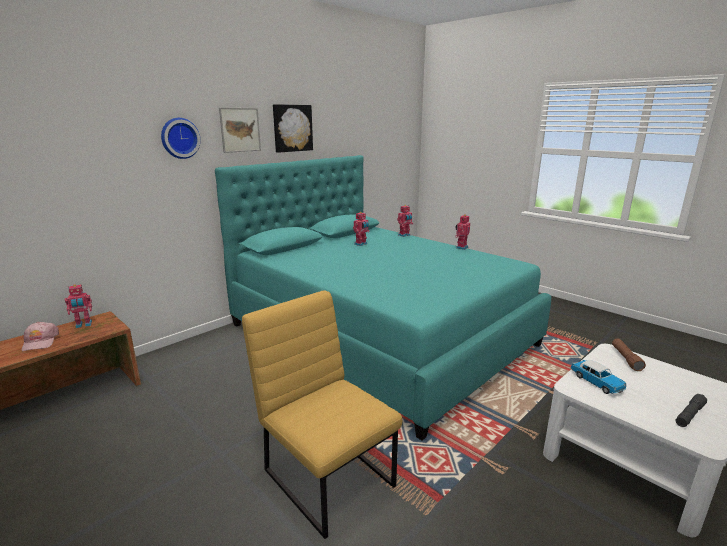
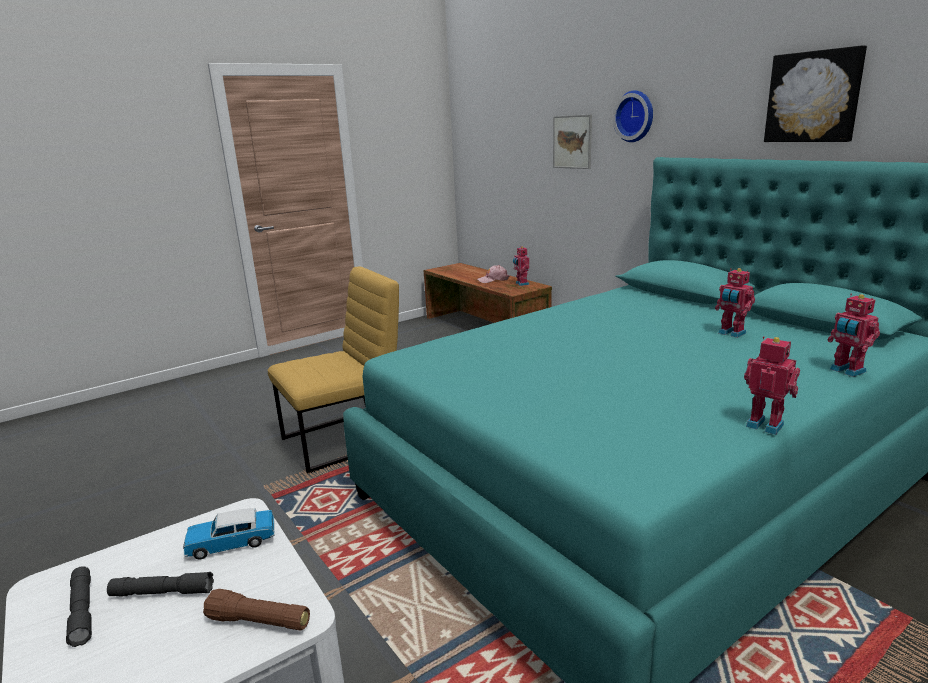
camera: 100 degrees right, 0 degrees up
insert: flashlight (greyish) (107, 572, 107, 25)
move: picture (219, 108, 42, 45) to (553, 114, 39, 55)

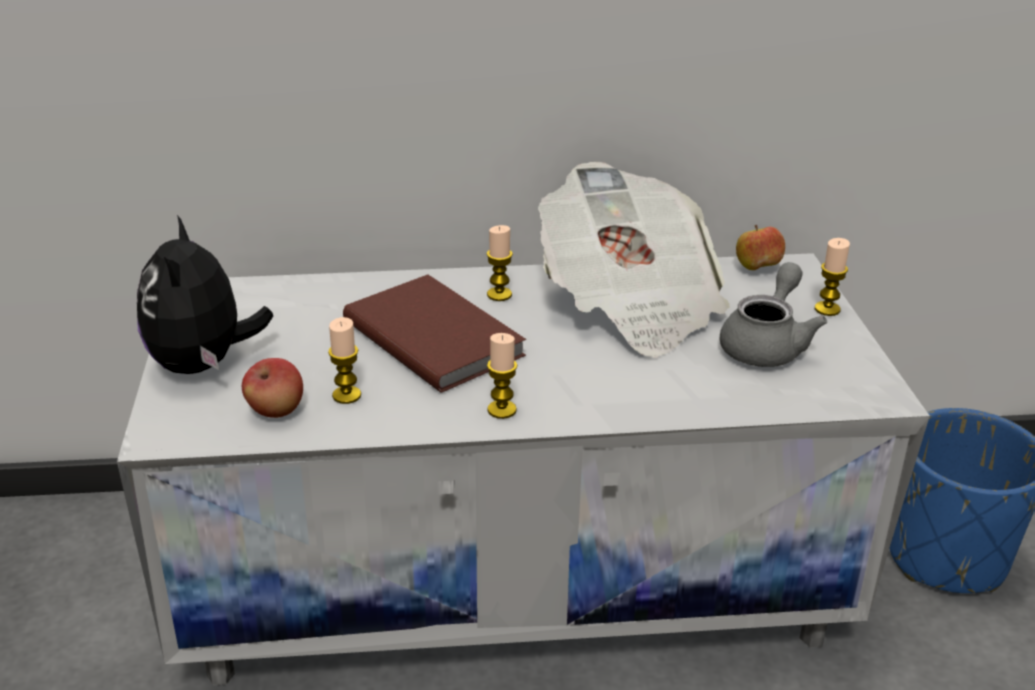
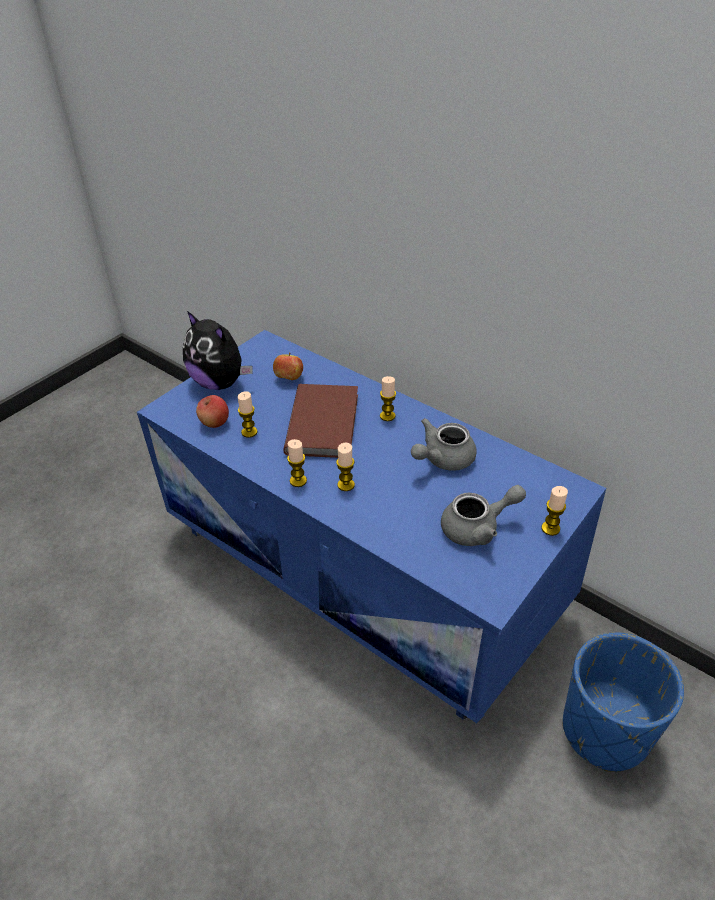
camera: 45 degrees right, 10 degrees up
insert: wax candle (336, 443, 19, 48)
move: whole apple (736, 225, 49, 45) to (273, 352, 30, 28)
replace: daily paper (538, 162, 192, 196) to tea pot (greyish) (411, 418, 66, 53)
recolor: media console (whitish) (117, 253, 813, 432) to media console (blue-coloured) (137, 330, 469, 393)
rotate: soft toy (137, 215, 136, 159) = (183, 311, 69, 79) 90 degrees counterclockwise

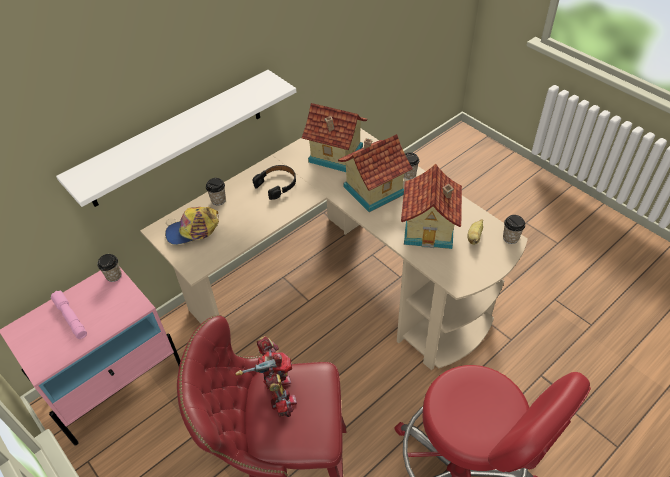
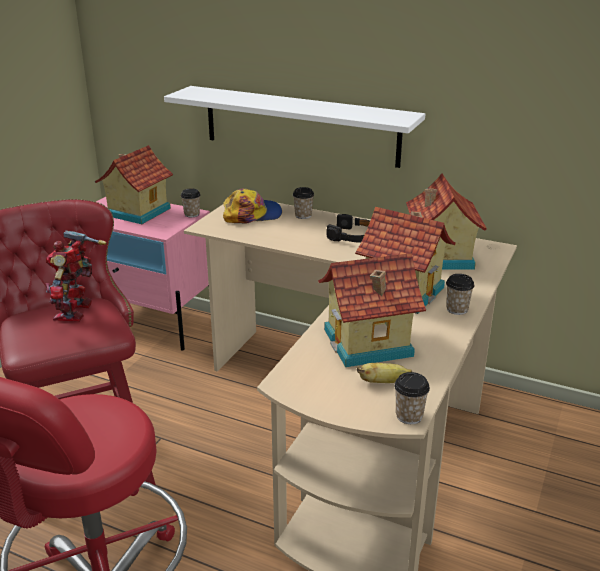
camera: 65 degrees right, 20 degrees down
replace: flashlight (pink) (51, 291, 36, 48) to model house (95, 145, 78, 79)
rotate: cap (165, 207, 54, 38) = (223, 188, 59, 36) 120 degrees clockwise; model robot (235, 336, 62, 81) = (46, 230, 61, 92) 135 degrees clockwise

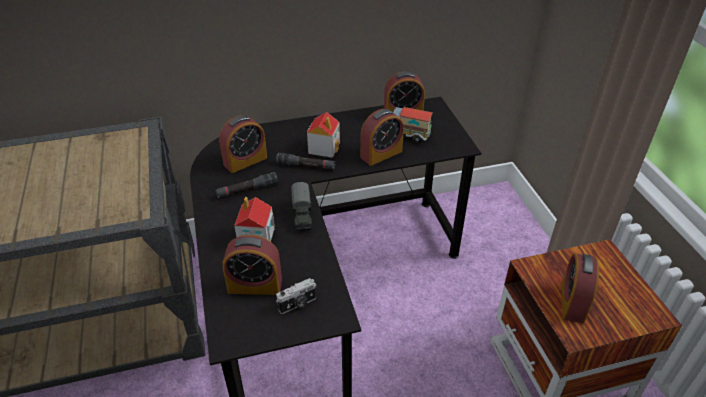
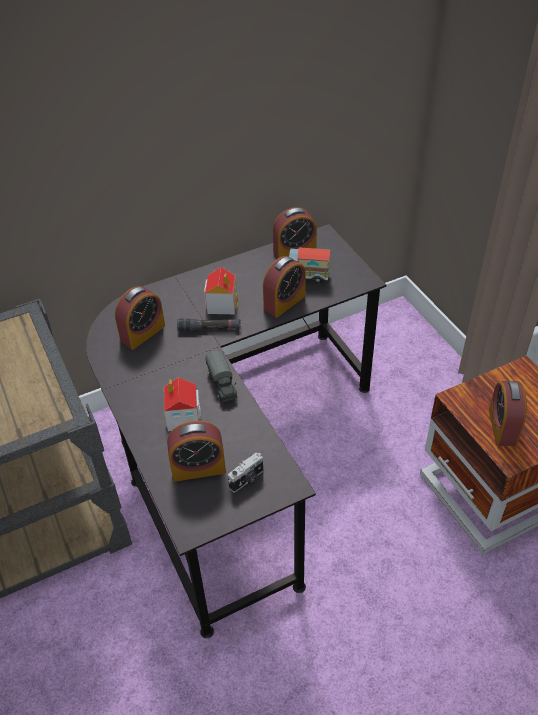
camera: 10 degrees left, 5 degrees up
delete: flashlight (blackish) (215, 172, 63, 26)

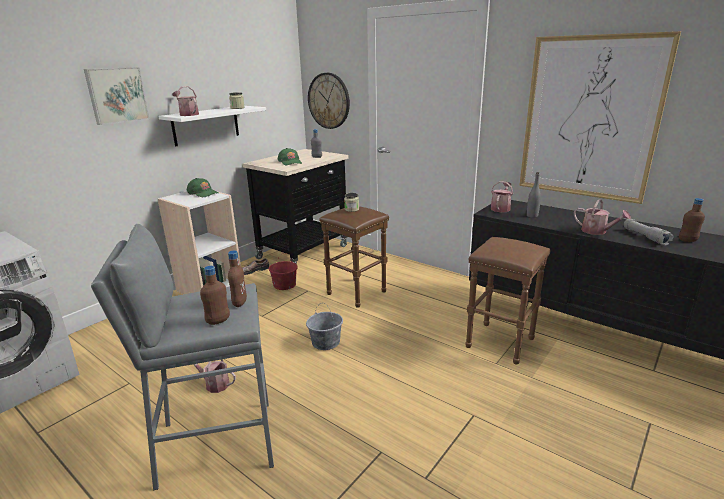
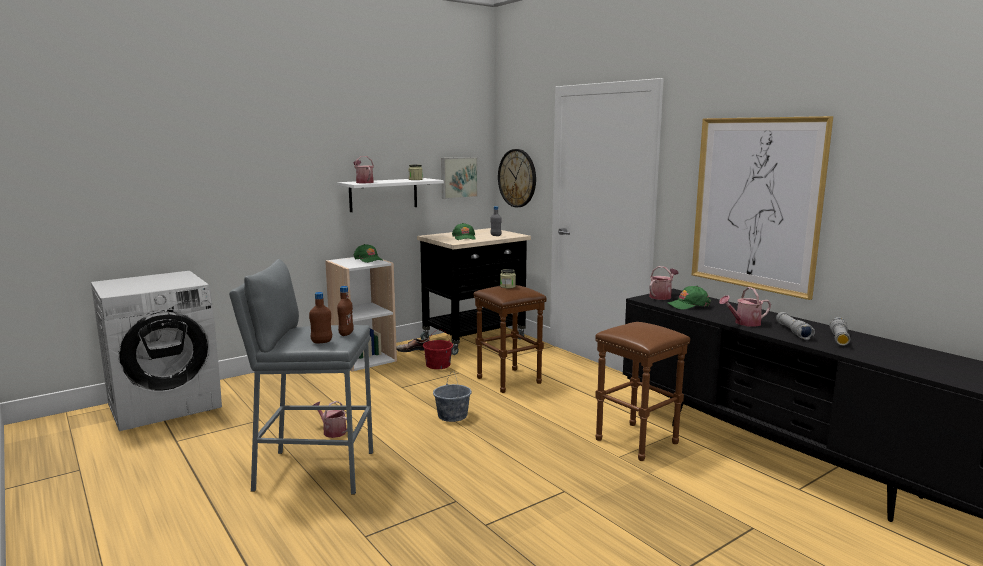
camera: 15 degrees right, 10 degrees down
move: picture (84, 67, 66, 58) to (441, 157, 37, 42)
replace: beverage bottle (greyish) (527, 172, 14, 46) to cap (greenish) (667, 286, 44, 24); beverage bottle (brownish) (679, 198, 26, 44) to flashlight (greyish) (830, 317, 20, 29)
rotate: watering pot (574, 199, 57, 36) = (719, 287, 52, 40) 105 degrees clockwise

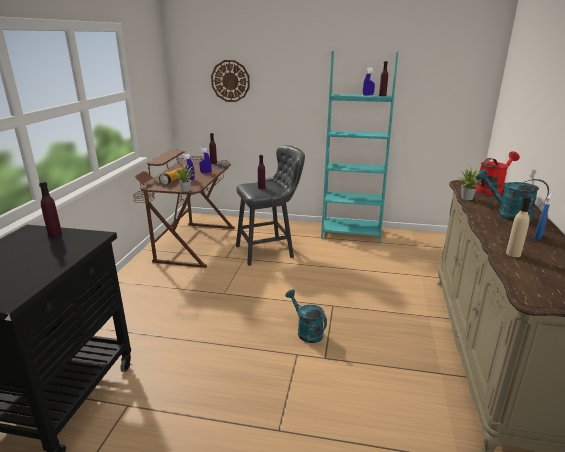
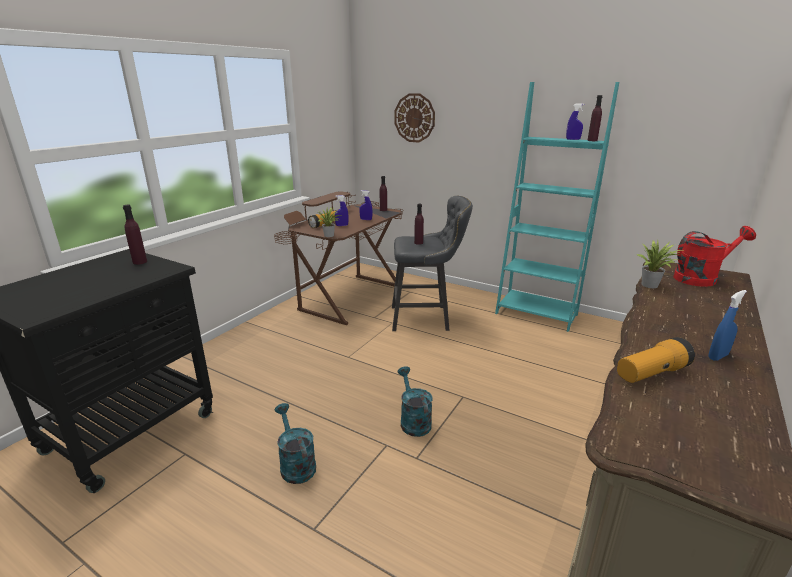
camera: 20 degrees right, 0 degrees up
move: watering pot (turquoise) (476, 169, 73, 53) to (274, 403, 42, 81)
replace: beverage bottle (sand-coloured) (506, 196, 25, 61) to flashlight (617, 337, 78, 46)

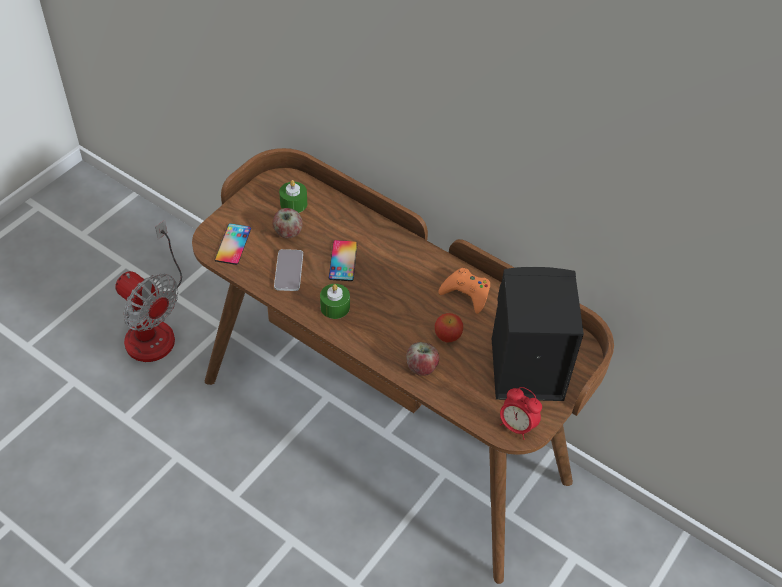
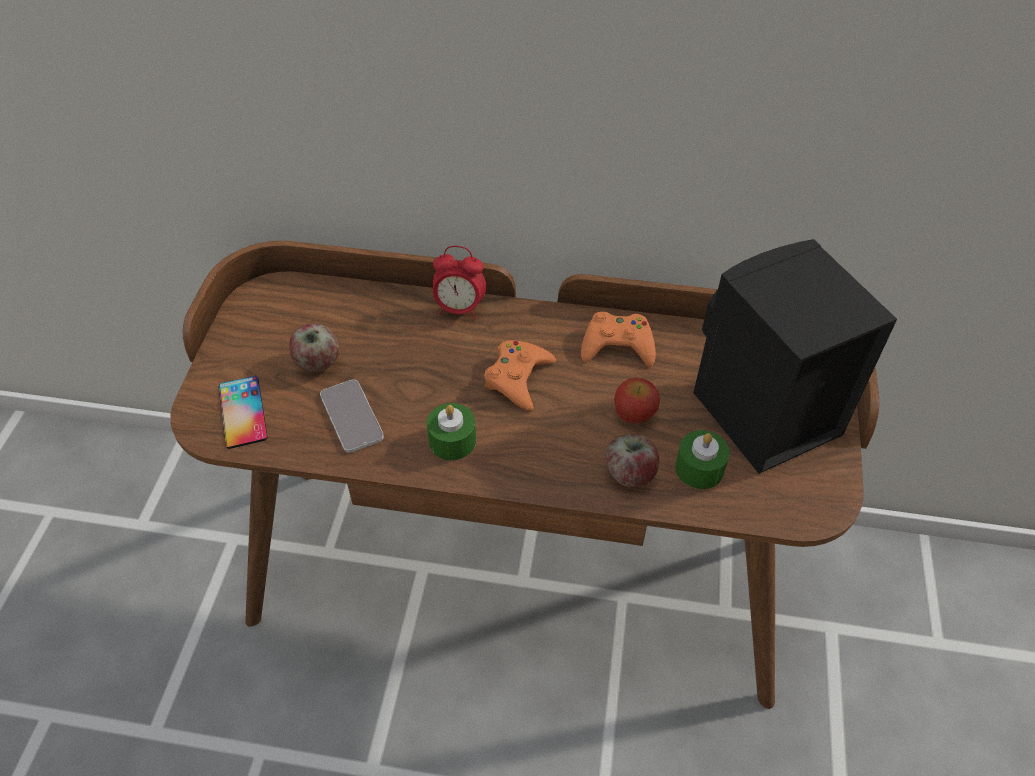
camera: 25 degrees left, 0 degrees up
delete: electric fan (115, 220, 67, 142); telephone (329, 240, 29, 41)
insert: gamepad (orangey) (484, 340, 72, 71)
move: wax candle (greenish) (279, 180, 28, 33) to (675, 430, 55, 59); table clock (500, 387, 42, 53) to (433, 246, 53, 73)

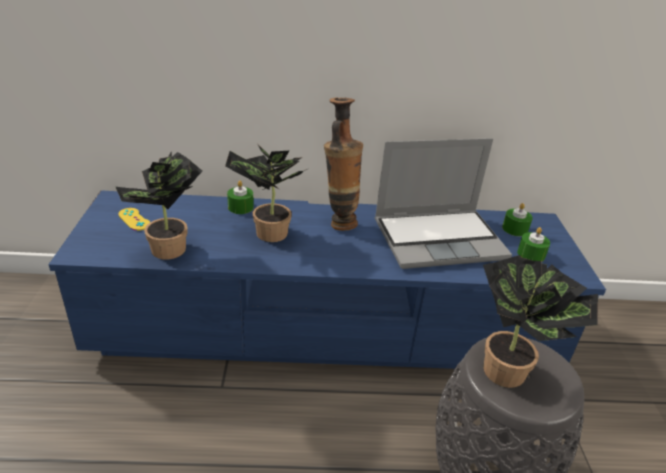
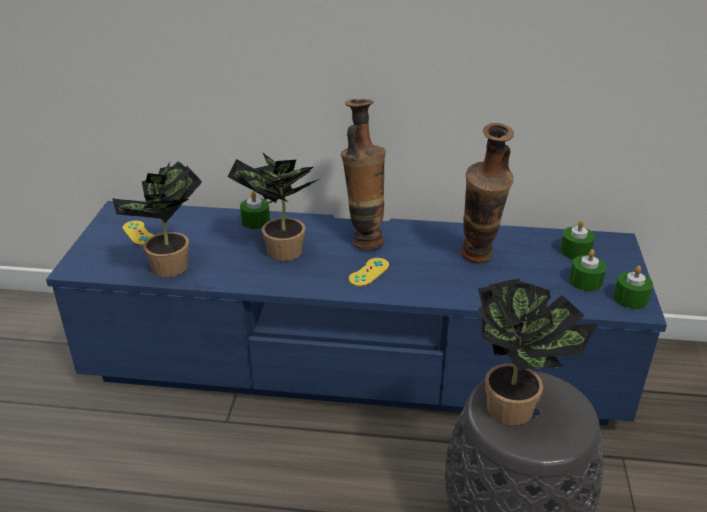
camera: 10 degrees right, 0 degrees up
insert: gamepad (yellow) (349, 258, 40, 29); wax candle (greenish) (614, 266, 39, 43)
replace: notebook computer (375, 138, 137, 131) to vase (461, 123, 53, 140)

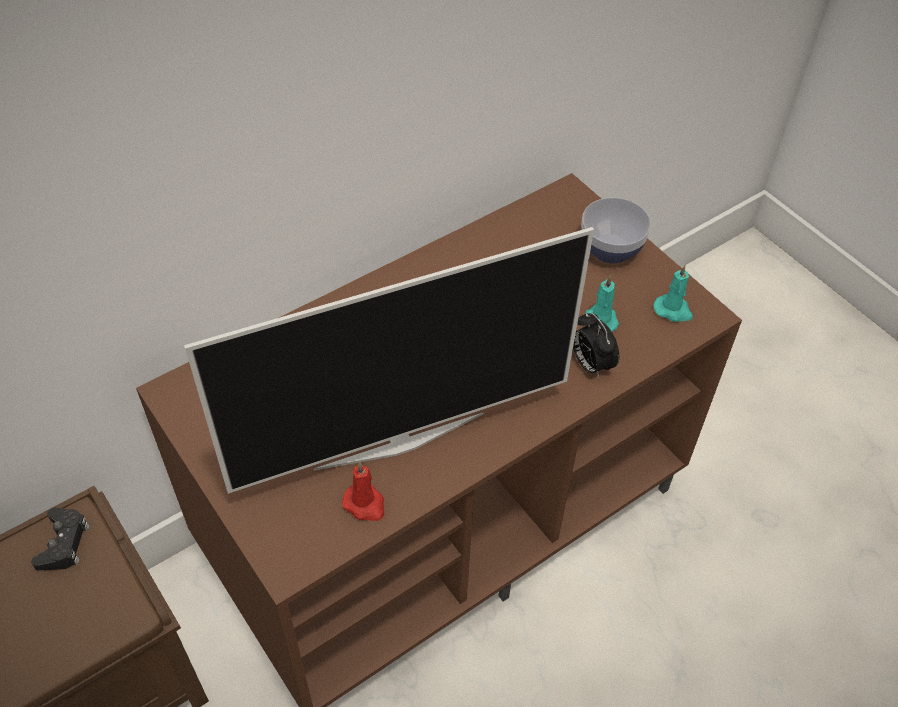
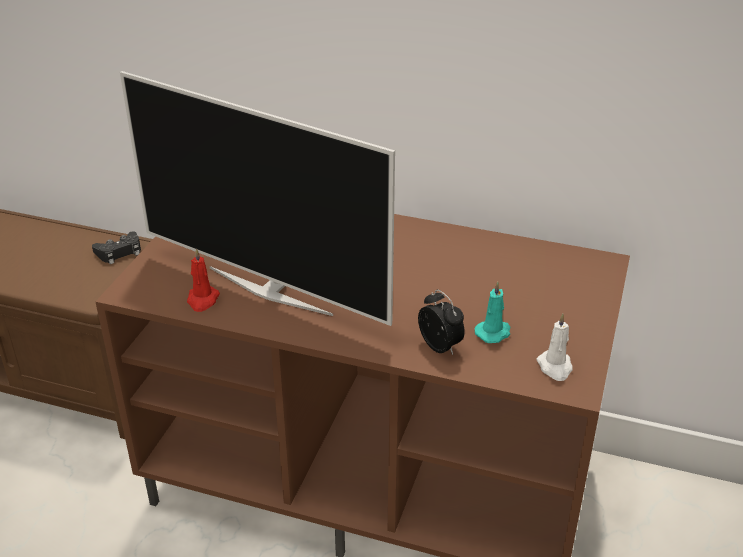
camera: 55 degrees right, 15 degrees down
delete: deep dish (581, 197, 70, 66)
recolor: wax candle (turquoise) (653, 265, 40, 57) to wax candle (whitish) (536, 314, 37, 67)
rotate: table clock (573, 313, 46, 65) = (418, 289, 47, 66) 120 degrees clockwise

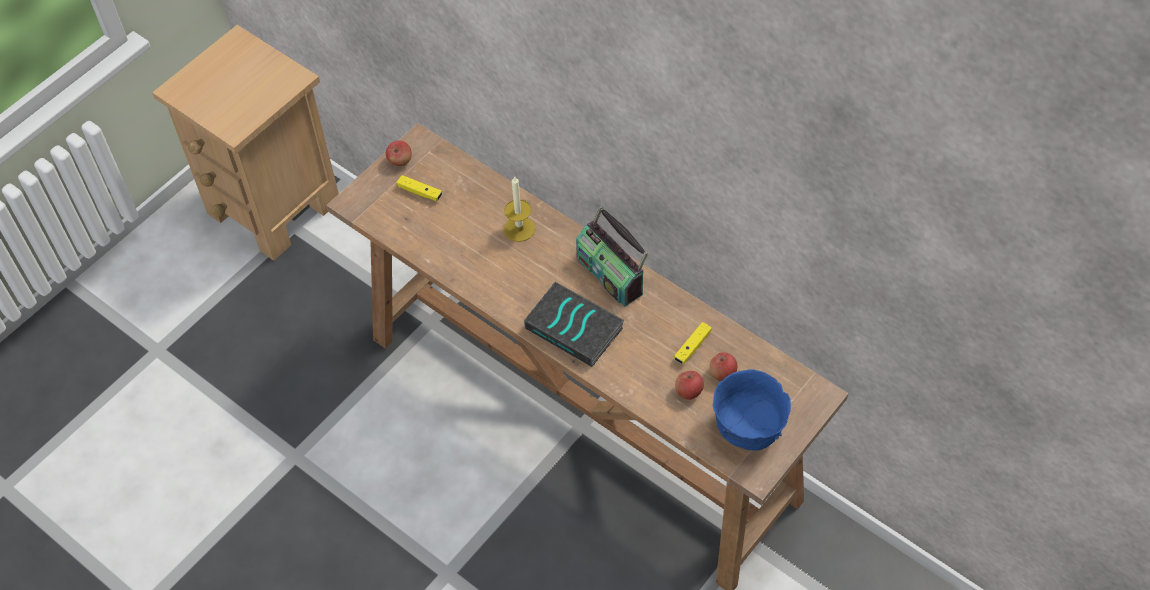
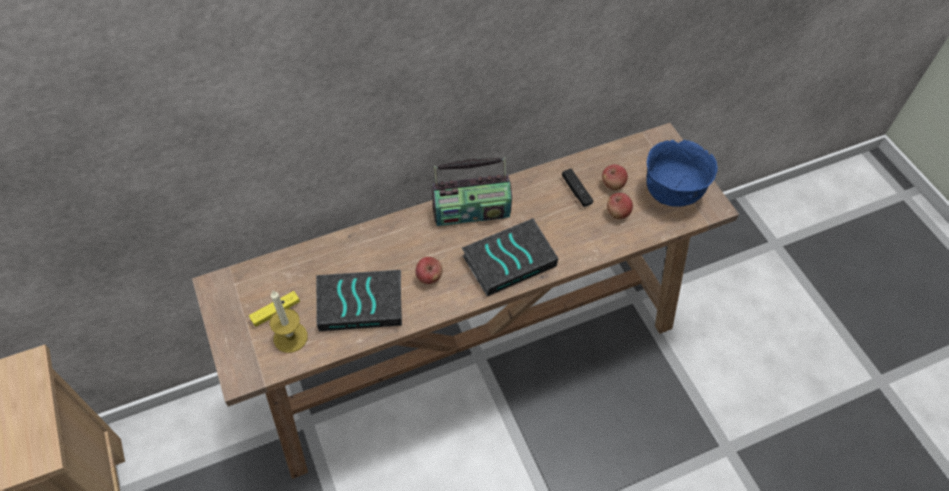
camera: 65 degrees left, 0 degrees up
insert: bound book (316, 270, 86, 61)
move: whole apple (386, 141, 26, 25) to (415, 257, 28, 27); wax candle (504, 175, 31, 67) to (270, 291, 38, 62)
recolor: gamepad (yellow) (674, 322, 38, 43) to gamepad (blackish) (562, 169, 31, 38)

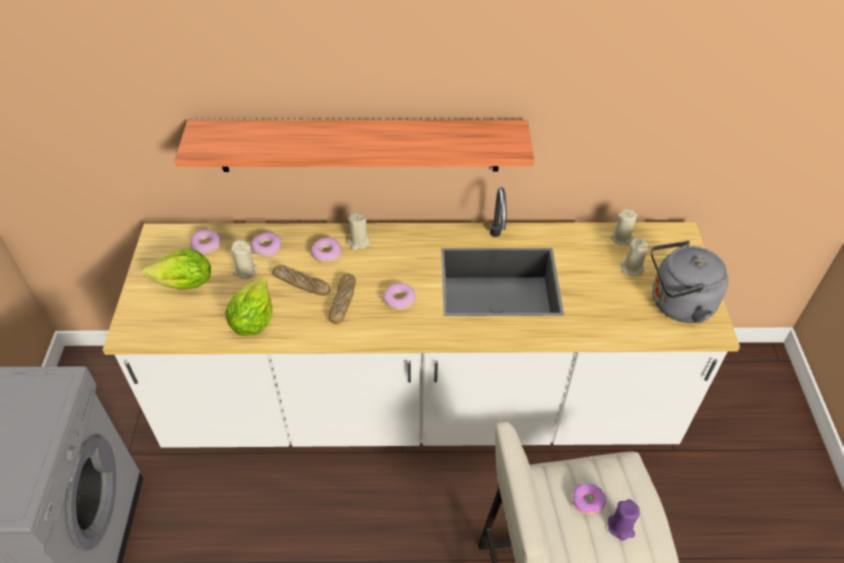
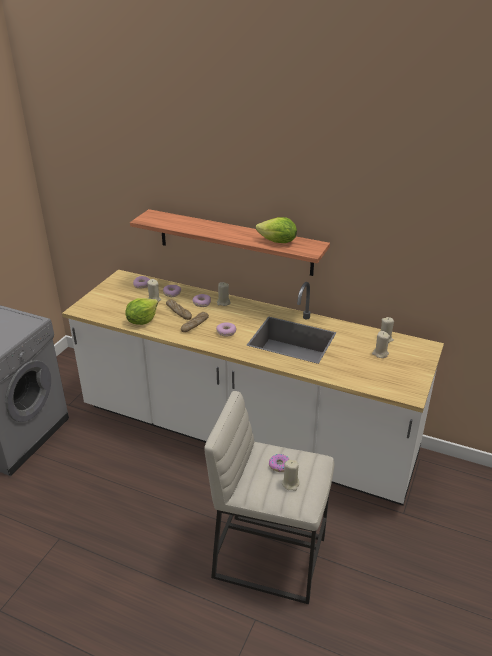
camera: 25 degrees right, 15 degrees down
delete: water kettle (greyish) (651, 240, 77, 83)
move: lettuce head (143, 249, 68, 41) to (256, 217, 41, 26)
recolor: wax candle (purplish) (608, 499, 32, 42) to wax candle (sand-coloured) (282, 459, 18, 32)

